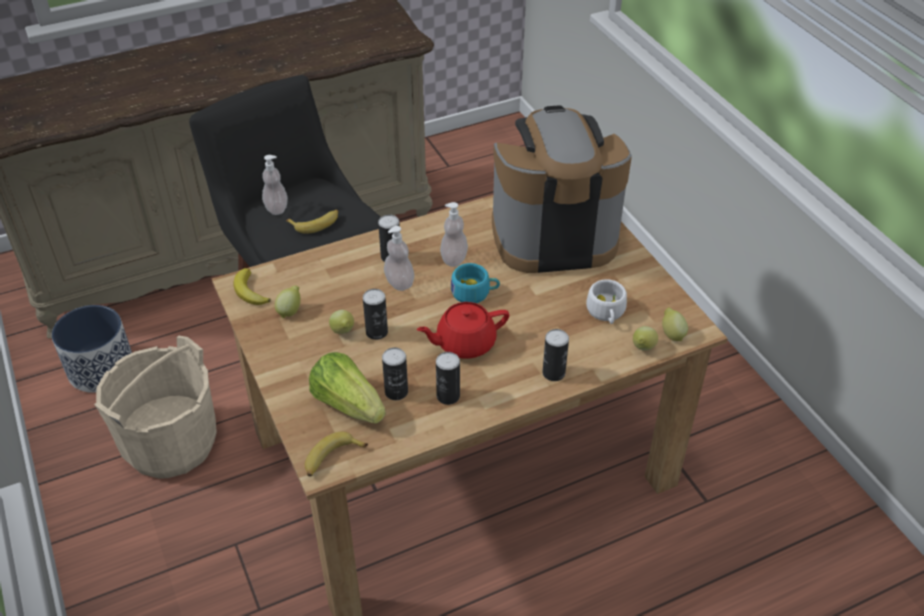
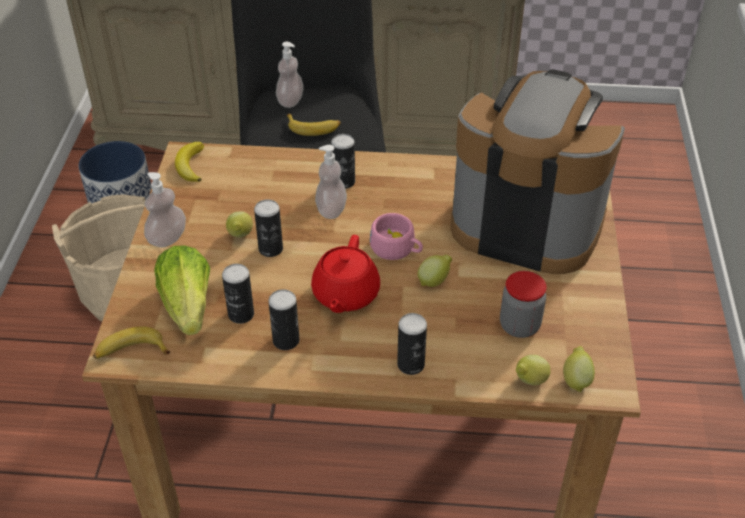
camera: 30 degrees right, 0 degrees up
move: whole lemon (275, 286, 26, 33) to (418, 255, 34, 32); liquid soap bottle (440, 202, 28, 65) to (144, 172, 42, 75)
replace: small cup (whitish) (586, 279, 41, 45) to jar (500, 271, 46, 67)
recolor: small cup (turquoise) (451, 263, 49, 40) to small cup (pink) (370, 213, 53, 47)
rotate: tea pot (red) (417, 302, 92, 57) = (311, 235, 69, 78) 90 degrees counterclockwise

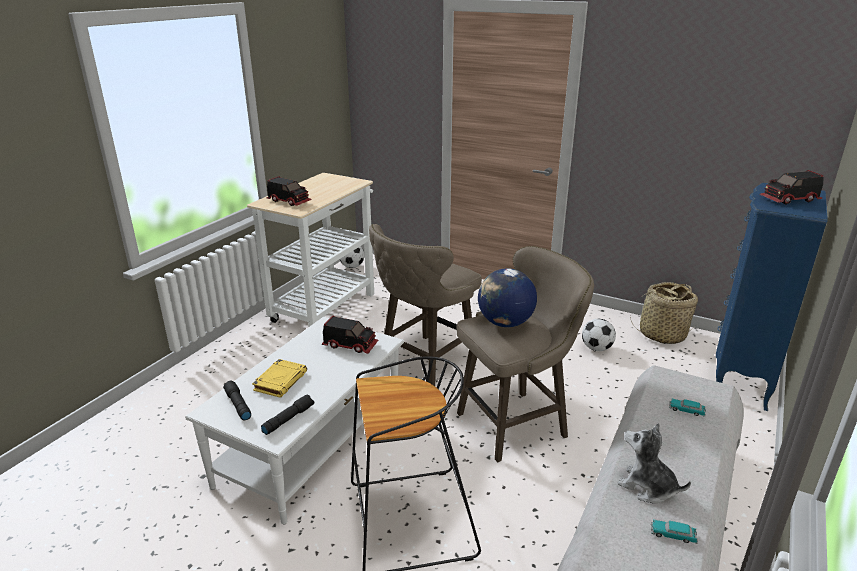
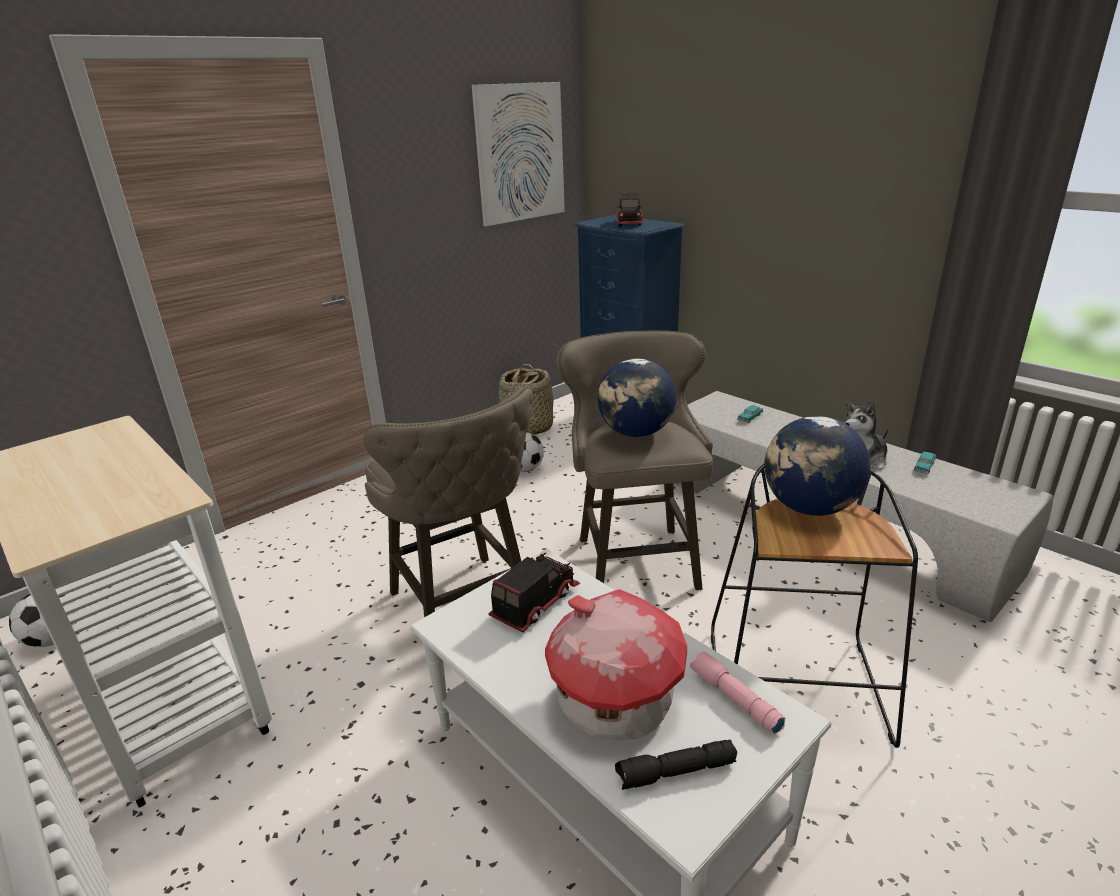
camera: 70 degrees left, 0 degrees up
delete: toy truck (266, 176, 46, 30)
insert: picture (472, 82, 93, 144); desk globe (764, 416, 106, 100)
replace: bound book (yellow) (252, 359, 55, 39) to model house (545, 589, 142, 151)
recolor: flashlight (blackish) (261, 395, 53, 40) to flashlight (pink) (690, 652, 96, 83)

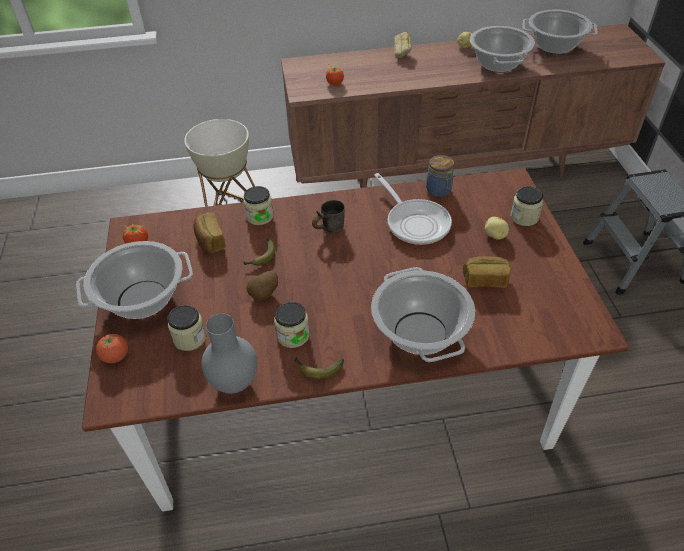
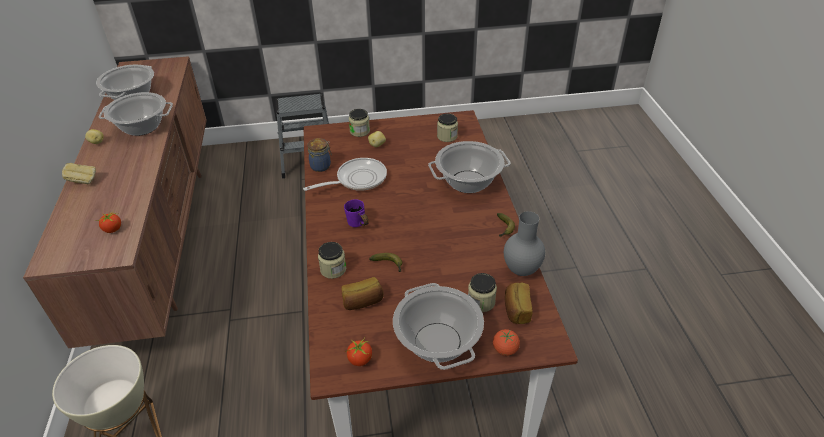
camera: 90 degrees left, 5 degrees down
delete: whole potato (246, 271, 32, 30)
move: jar (274, 302, 36, 46) to (437, 114, 21, 28); baked bread (463, 256, 48, 32) to (505, 282, 27, 42)
recolor: tea mug (greyish) (312, 200, 33, 33) to tea mug (purplish) (344, 199, 25, 28)

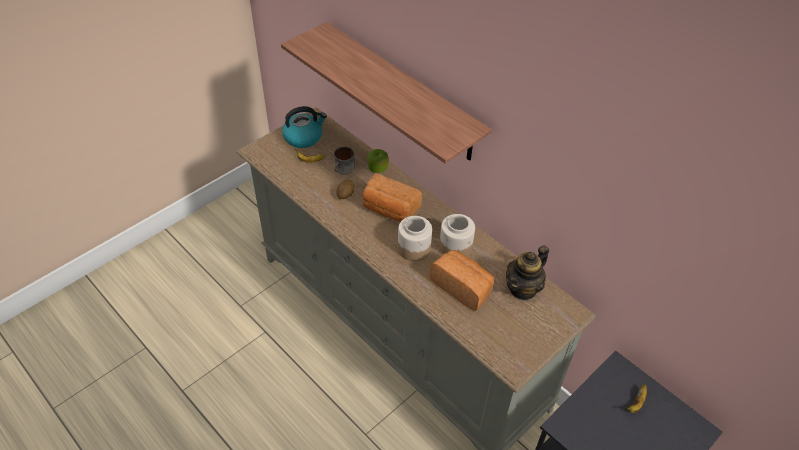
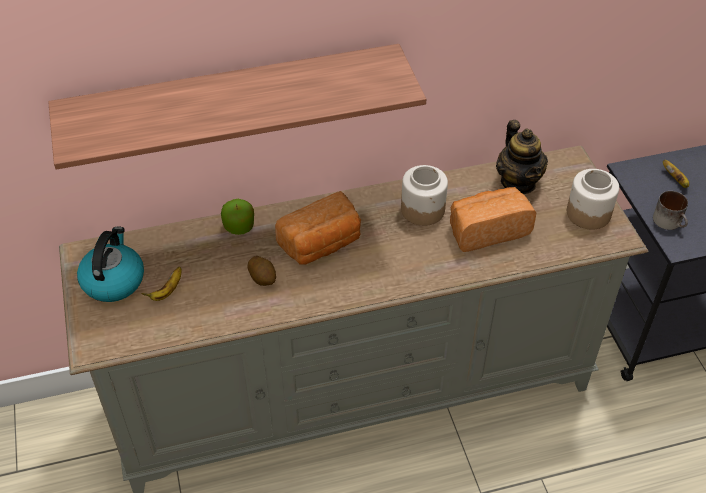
camera: 60 degrees left, 0 degrees up
move: tea mug (334, 147, 21, 27) to (653, 191, 35, 39); jar (398, 216, 34, 45) to (567, 169, 52, 61)

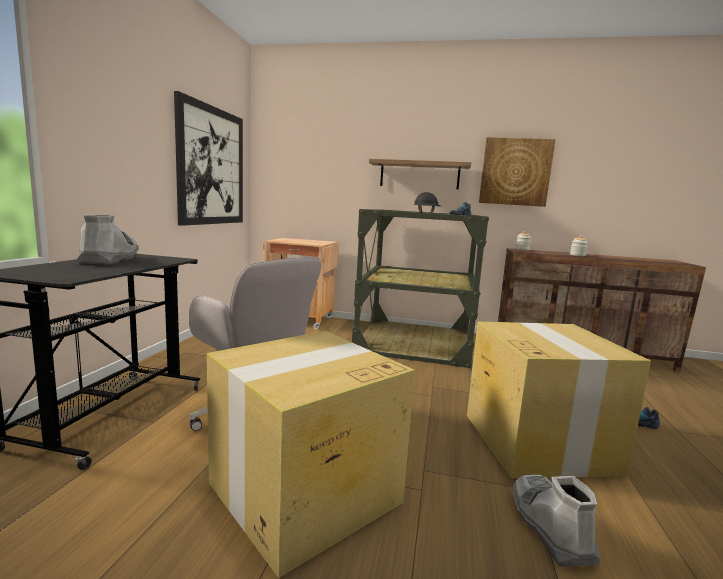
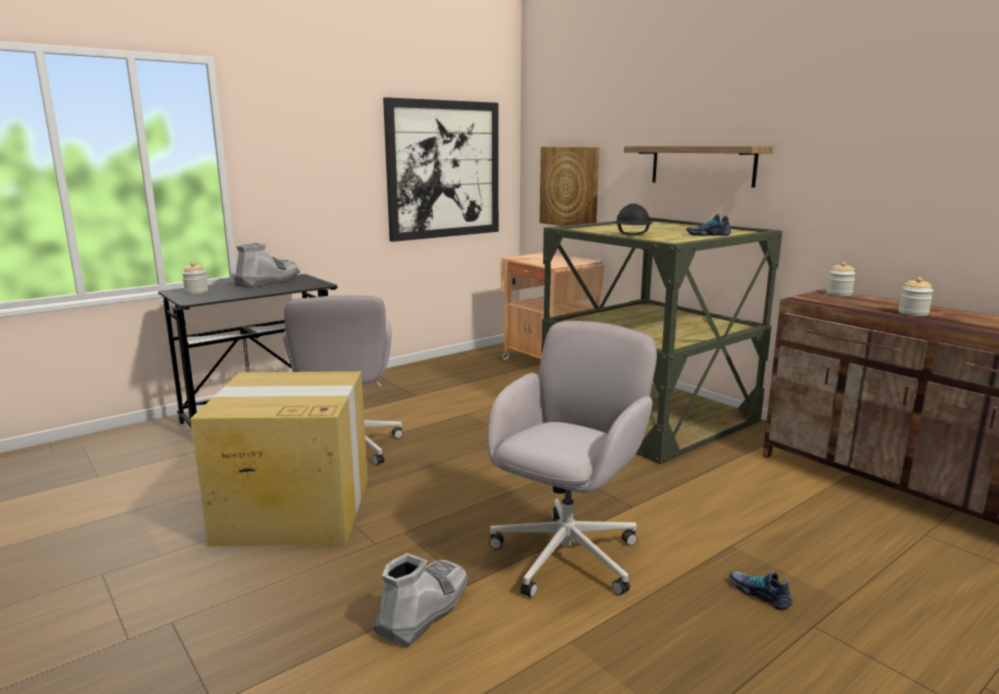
camera: 40 degrees right, 5 degrees up
insert: jar (182, 262, 26, 32)
move: picture (479, 137, 77, 70) to (540, 147, 59, 79)
replace: packing box (467, 322, 184, 156) to desk chair (greyish) (487, 321, 170, 277)

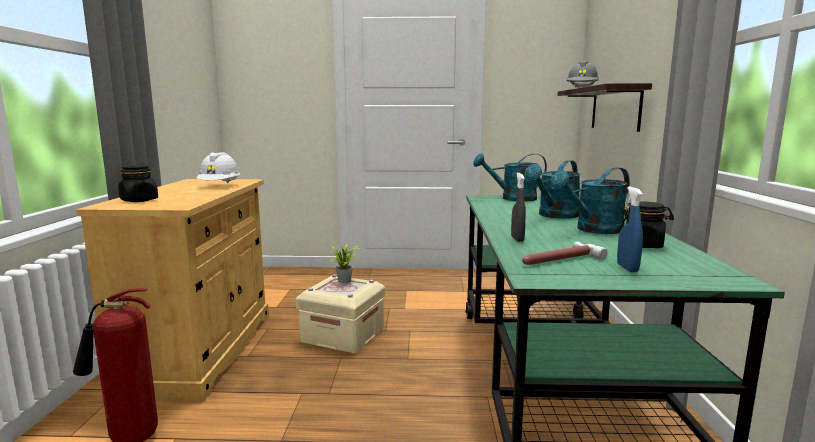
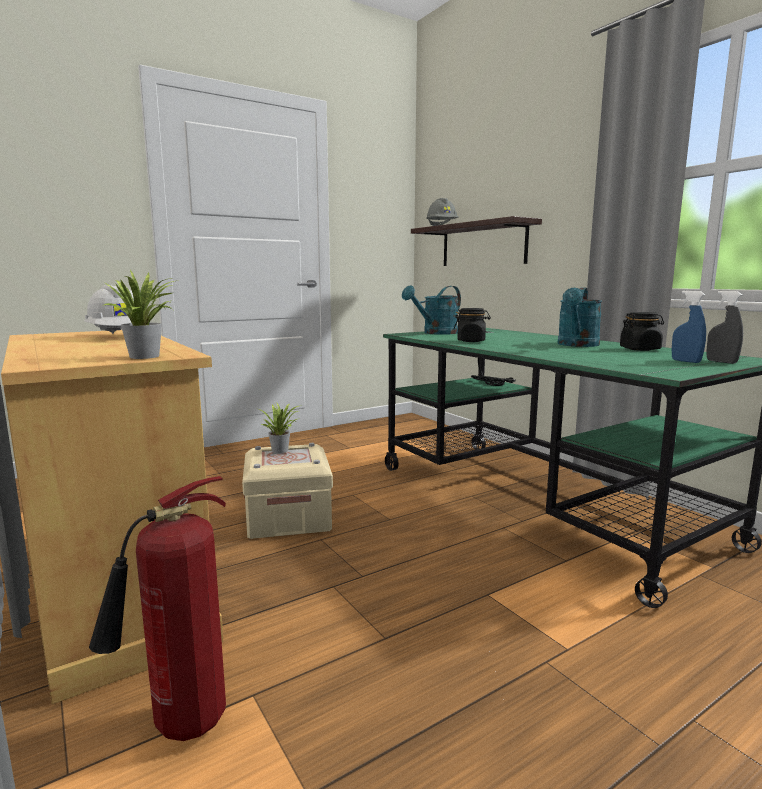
camera: 35 degrees left, 0 degrees up
delete: tool hammer (522, 242, 86, 23); watering pot (turquoise) (524, 160, 57, 59)
insert: houseplant (102, 270, 77, 89)
move: jar (blackish) (118, 165, 40, 37) to (454, 308, 37, 34); spray bottle (greyish) (511, 173, 15, 69) to (707, 291, 36, 73)

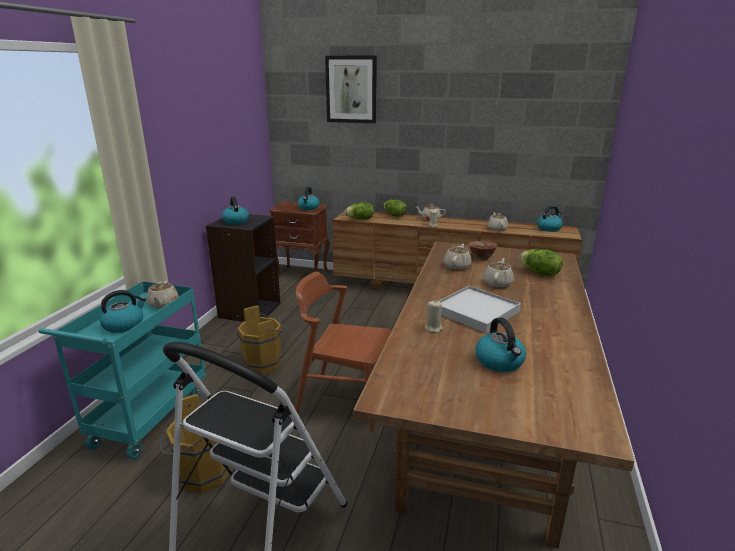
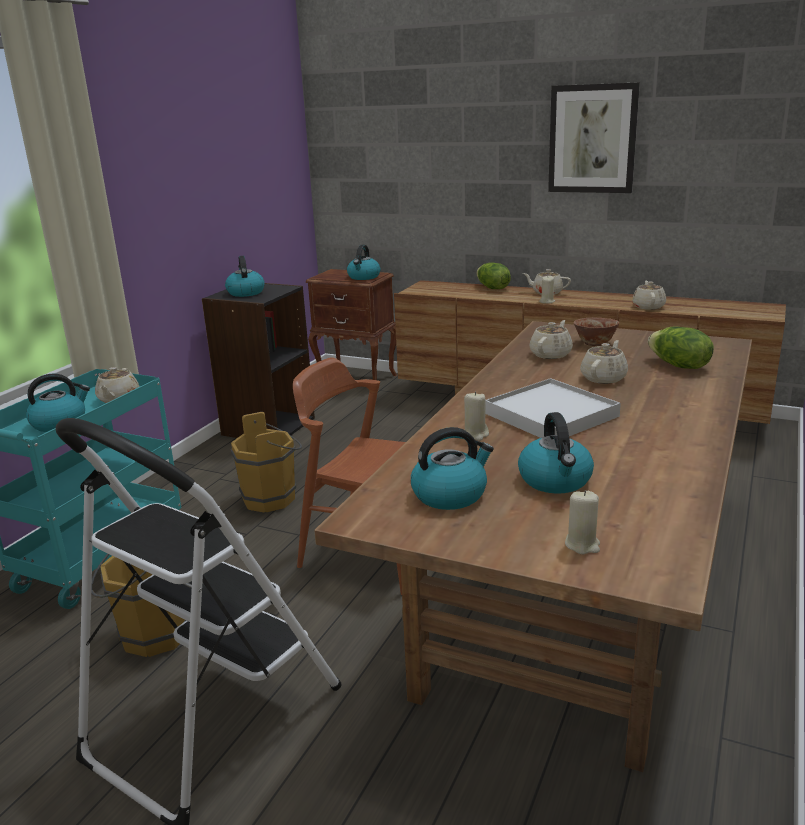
camera: 10 degrees right, 0 degrees up
delete: lettuce head (345, 202, 29, 18)
insert: wax candle (sand-coloured) (565, 490, 35, 64)
move: picture (325, 55, 52, 68) to (548, 82, 92, 111); water kettle (537, 205, 26, 27) to (411, 427, 83, 83)

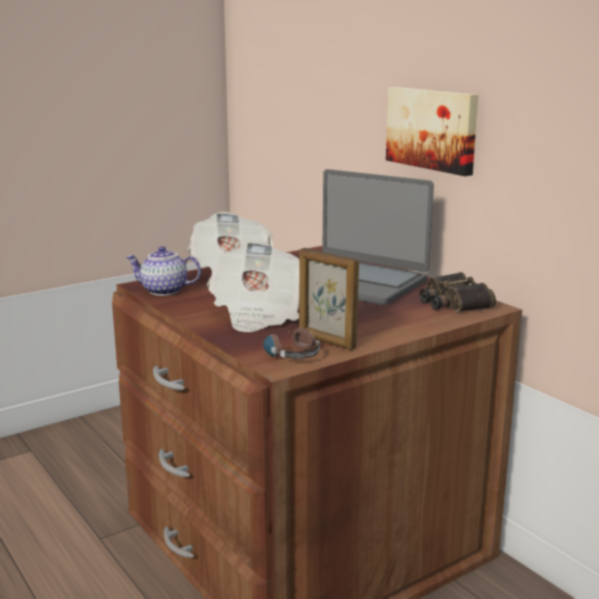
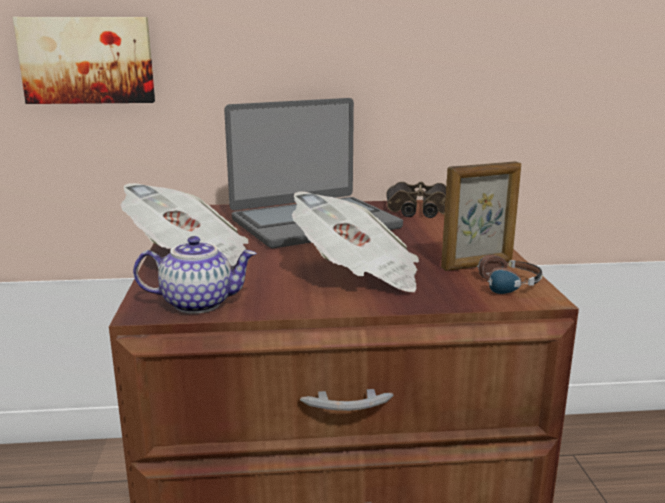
camera: 60 degrees left, 0 degrees up
move: picture (386, 87, 92, 89) to (13, 17, 142, 87)
rotate: tea pot (126, 246, 75, 50) = (133, 236, 124, 78) 135 degrees counterclockwise

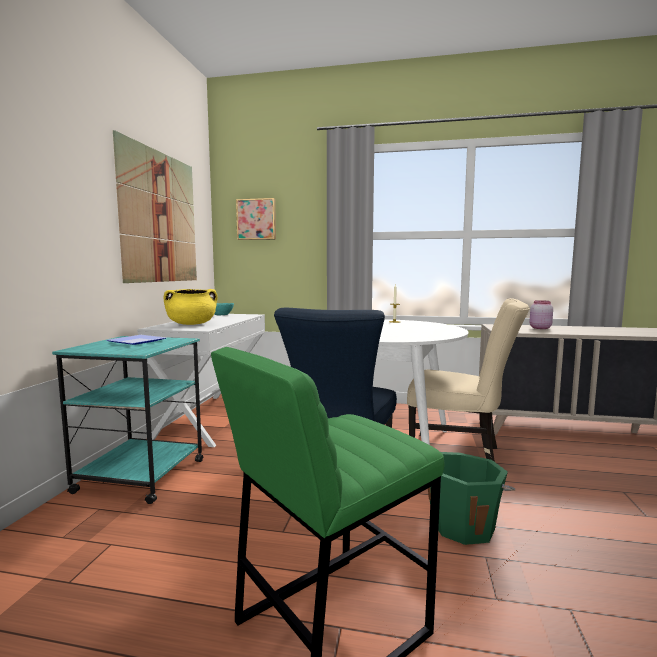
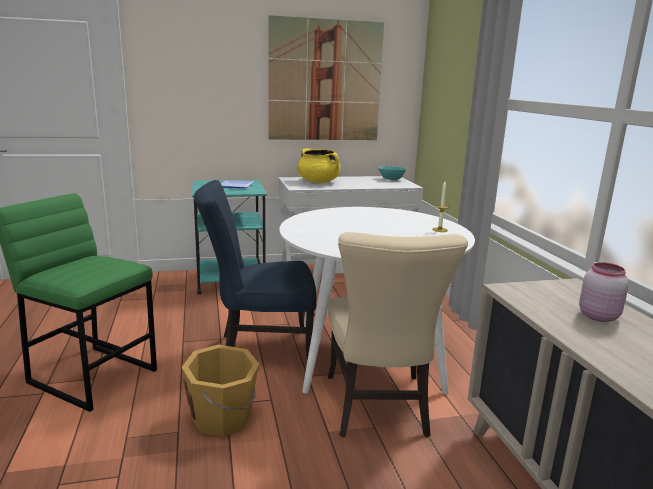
camera: 65 degrees right, 10 degrees up
delete: picture (236, 198, 40, 42)
recolor: pail (greenish) (428, 452, 87, 93) to pail (orangey) (182, 344, 77, 93)

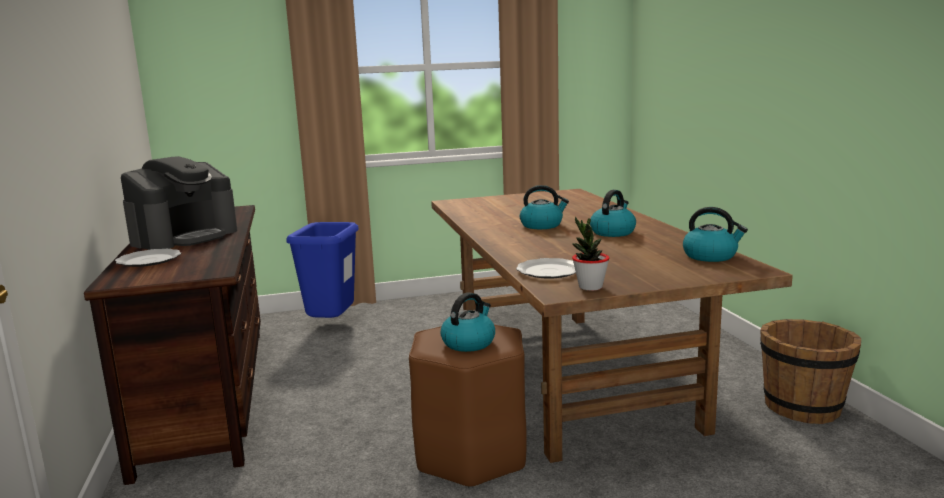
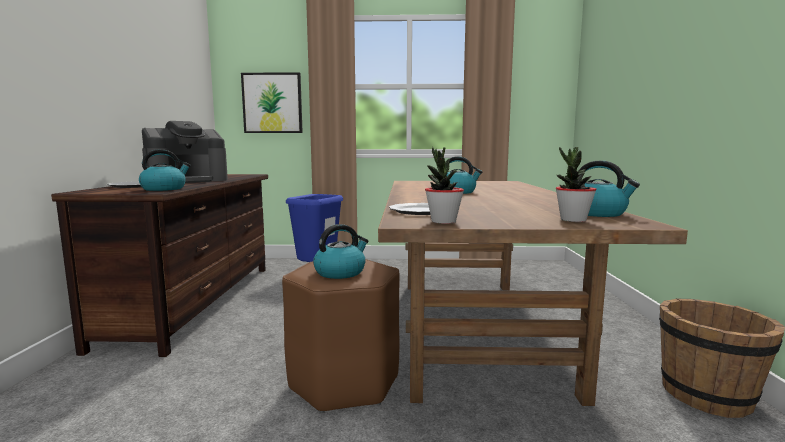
camera: 15 degrees right, 5 degrees down
insert: picture (241, 72, 62, 61); houseplant (556, 147, 41, 75)
move: water kettle (590, 190, 46, 47) to (139, 149, 52, 42)

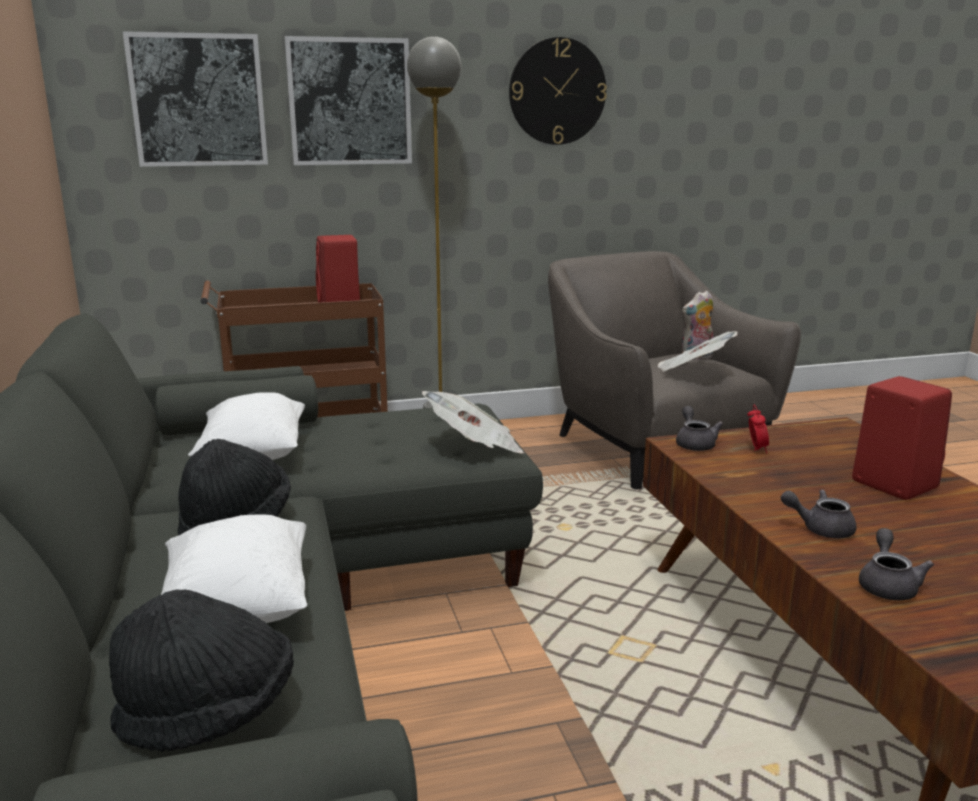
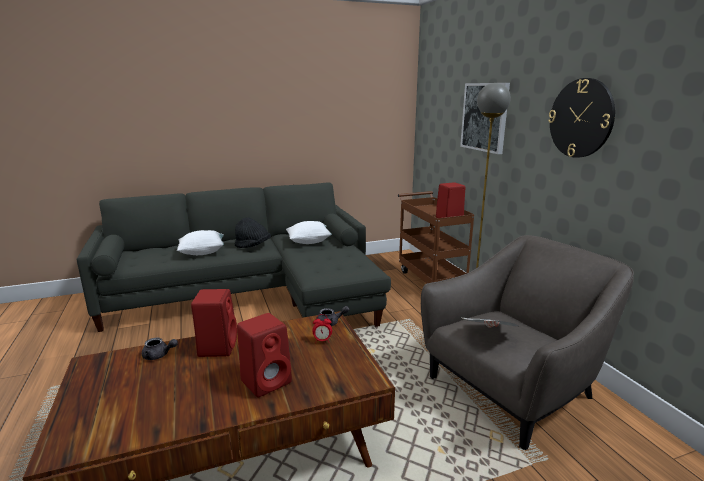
camera: 85 degrees right, 0 degrees up
delete: wearable hat (blackish) (109, 589, 185, 163); picture (123, 31, 145, 136); daily paper (422, 391, 102, 62); soft toy (682, 291, 32, 69)
replace: tea pot (greyish) (781, 490, 76, 48) to loudspeaker (red) (191, 289, 46, 68)

